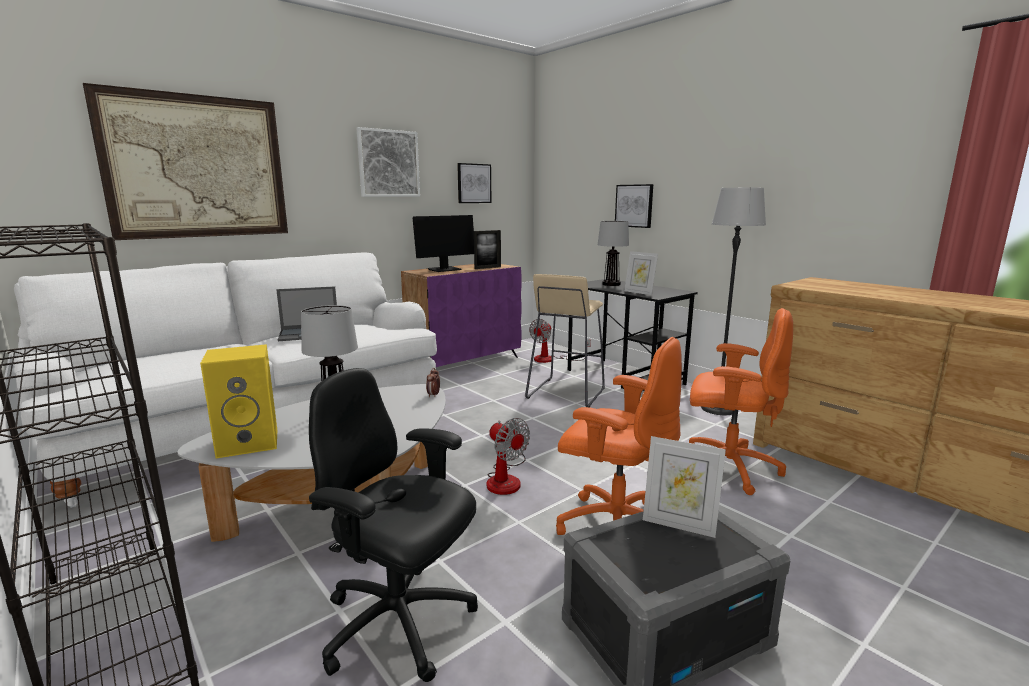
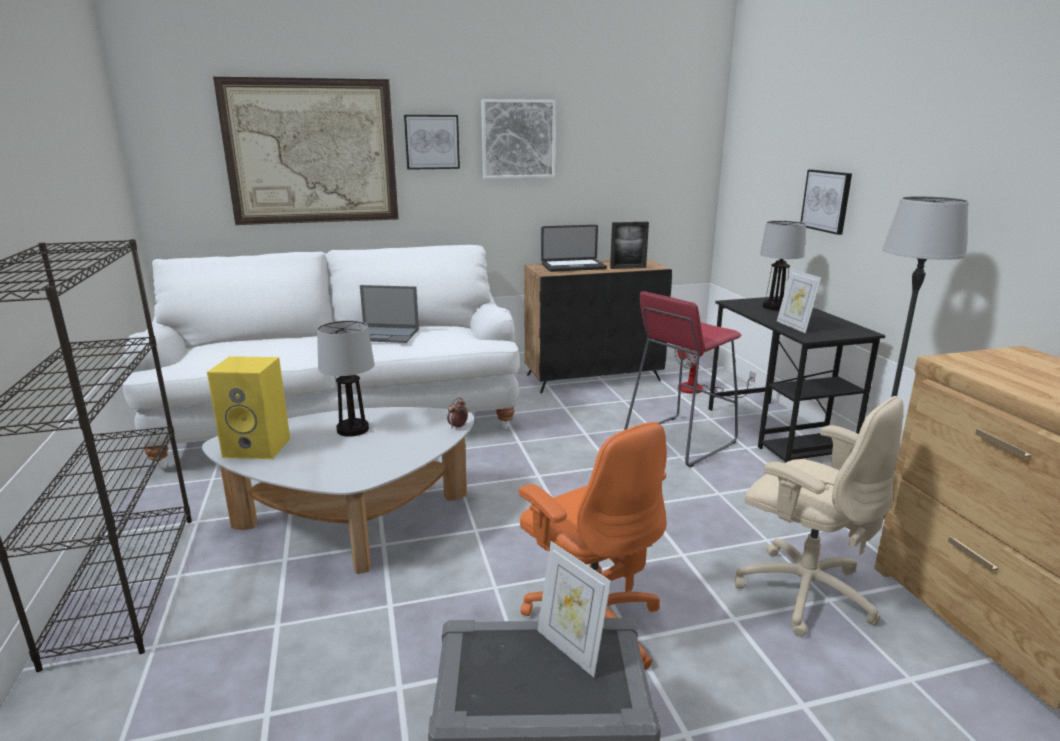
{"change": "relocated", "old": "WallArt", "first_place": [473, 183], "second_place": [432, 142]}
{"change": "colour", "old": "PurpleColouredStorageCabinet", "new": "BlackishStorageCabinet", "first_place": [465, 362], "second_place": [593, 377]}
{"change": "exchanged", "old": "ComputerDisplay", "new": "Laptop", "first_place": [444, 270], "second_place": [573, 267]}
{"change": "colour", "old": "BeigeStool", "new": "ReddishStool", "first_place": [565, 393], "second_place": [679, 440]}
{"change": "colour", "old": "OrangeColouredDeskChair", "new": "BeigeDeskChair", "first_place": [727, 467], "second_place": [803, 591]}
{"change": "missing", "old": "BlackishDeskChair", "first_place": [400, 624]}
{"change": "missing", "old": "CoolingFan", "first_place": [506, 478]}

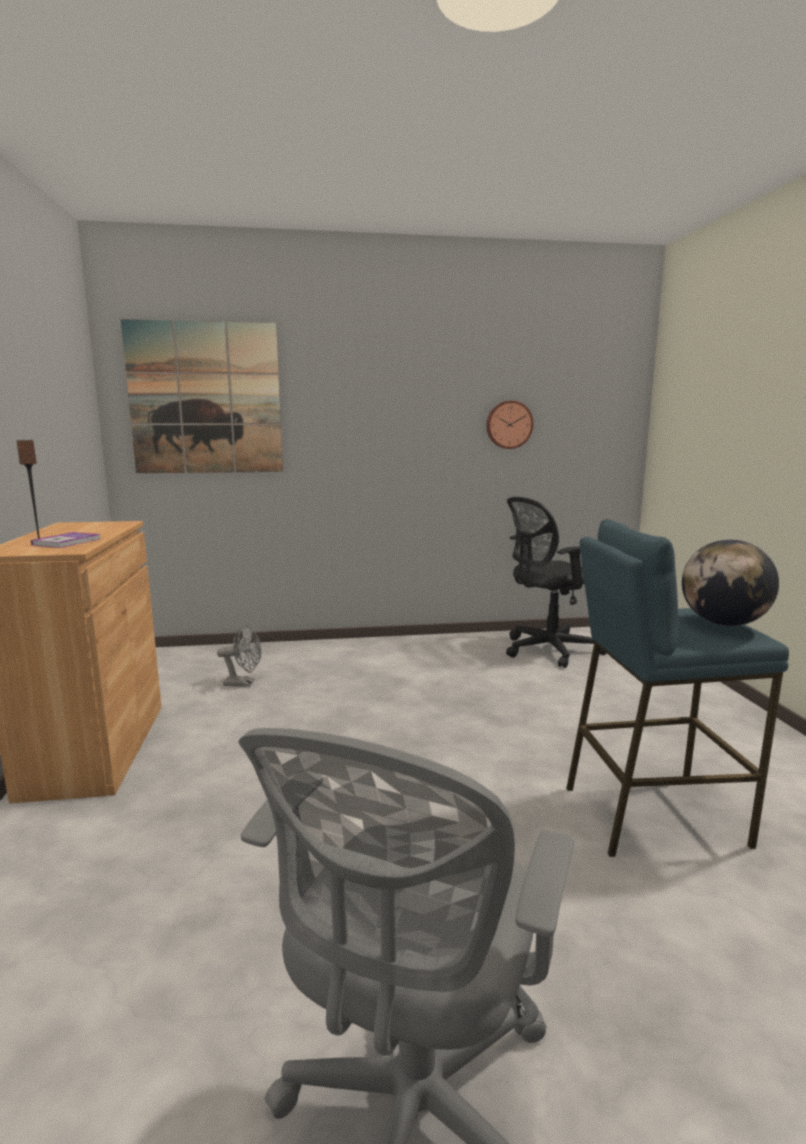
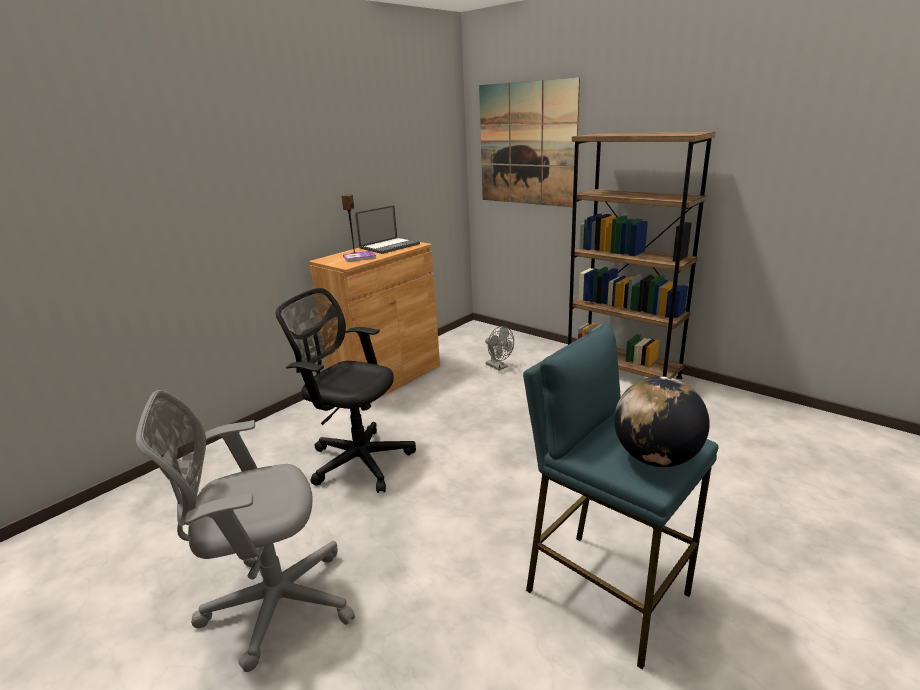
{"change": "relocated", "old": "BlackishDeskChair", "first_place": [547, 650], "second_place": [357, 460]}
{"change": "appeared", "new": "Laptop", "second_place": [390, 246]}
{"change": "appeared", "new": "BrownShelvingUnit", "second_place": [622, 372]}
{"change": "missing", "old": "ClockOnTheWall", "first_place": [509, 424]}

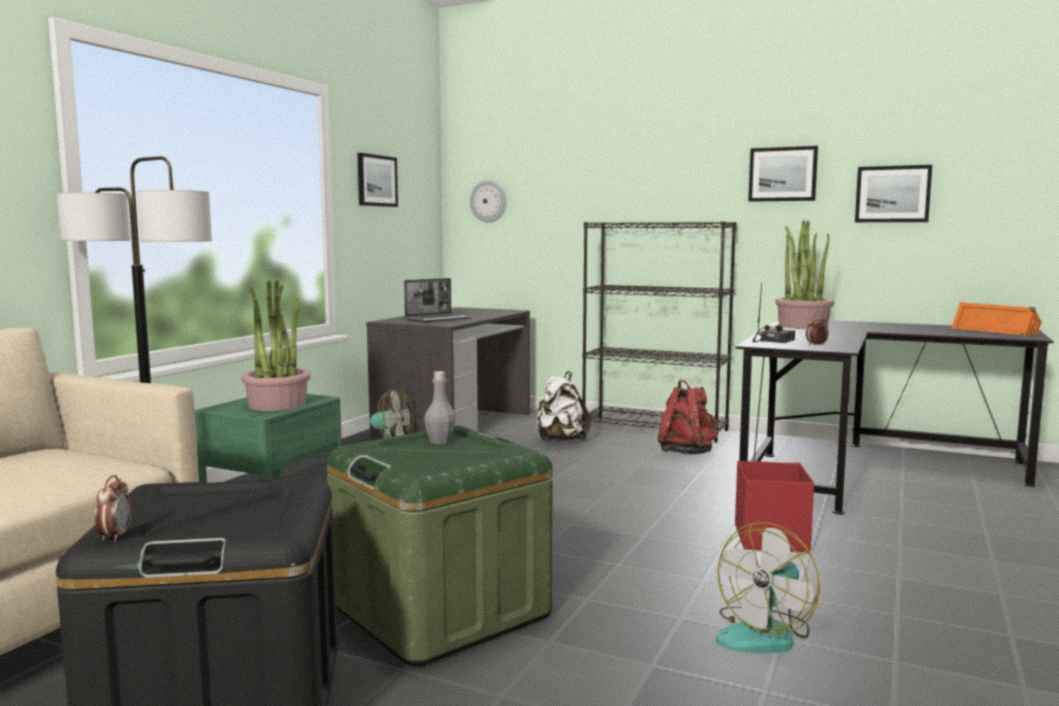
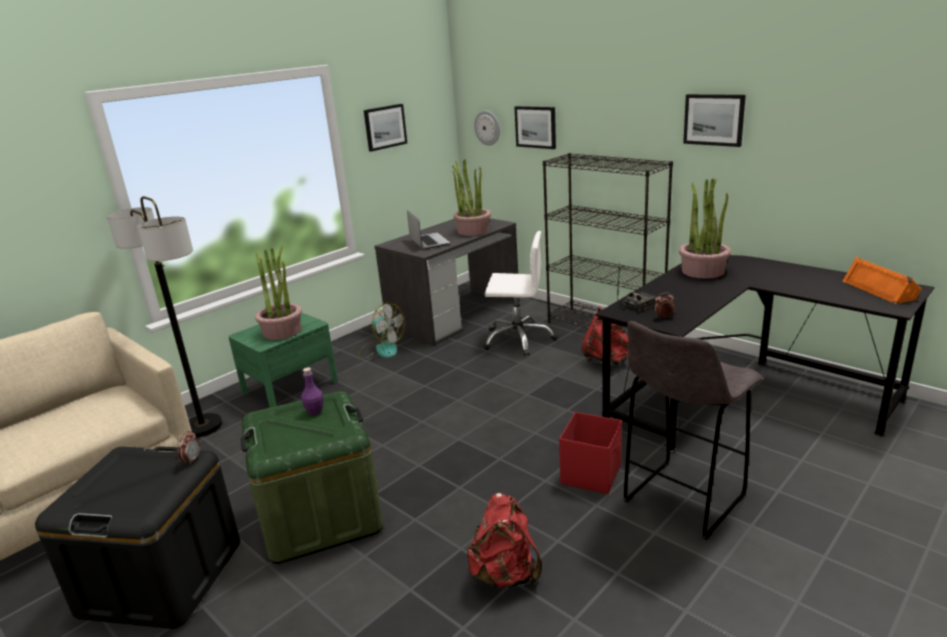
{"change": "relocated", "old": "AlarmClock", "first_place": [115, 536], "second_place": [192, 460]}
{"change": "colour", "old": "GrayBeverageBottle", "new": "PurpleColouredBeverageBottle", "first_place": [440, 441], "second_place": [315, 411]}
{"change": "spun", "old": "Laptop", "first_place": [438, 319], "second_place": [428, 242], "degrees": -90}
{"change": "appeared", "new": "PottedPlant", "second_place": [473, 231]}
{"change": "exchanged", "old": "CoolingFan", "new": "ReddishKnapsack", "first_place": [765, 634], "second_place": [505, 574]}
{"change": "exchanged", "old": "WhiteColouredKnapsack", "new": "WhiteColouredDeskChair", "first_place": [559, 441], "second_place": [518, 339]}
{"change": "relocated", "old": "WallArt", "first_place": [892, 194], "second_place": [536, 127]}
{"change": "appeared", "new": "GrayStool", "second_place": [681, 500]}

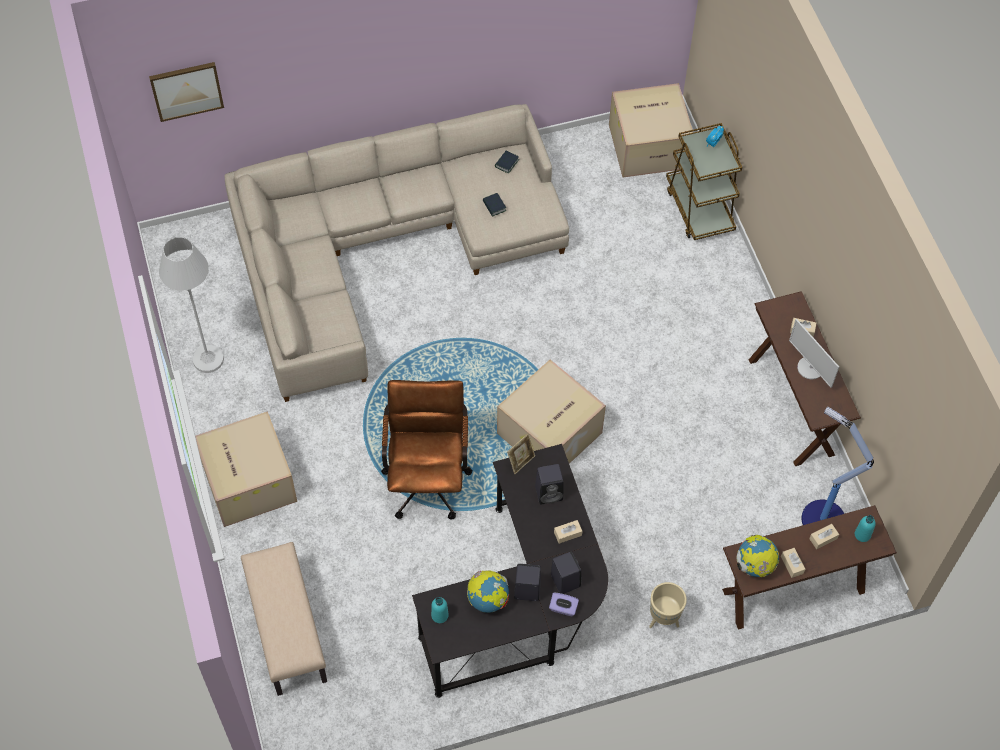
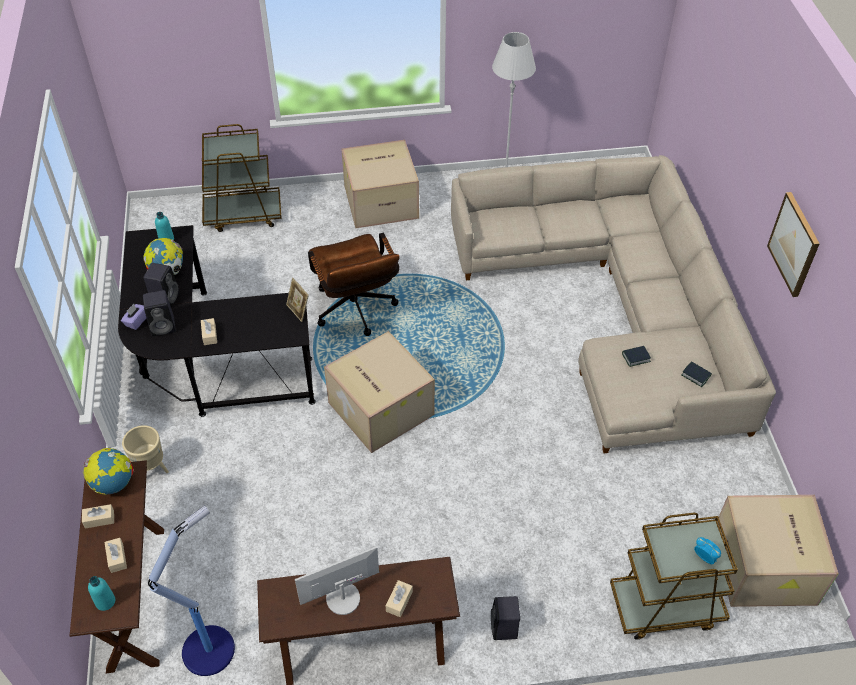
{"change": "exchanged", "old": "BeigeBench", "new": "BrownWheeledCart", "first_place": [286, 629], "second_place": [243, 214]}
{"change": "spun", "old": "BrownDeskChair", "first_place": [427, 477], "second_place": [356, 312], "degrees": 60}
{"change": "relocated", "old": "BlackishSpeaker", "first_place": [549, 492], "second_place": [504, 628]}
{"change": "relocated", "old": "WallArt", "first_place": [186, 90], "second_place": [794, 244]}

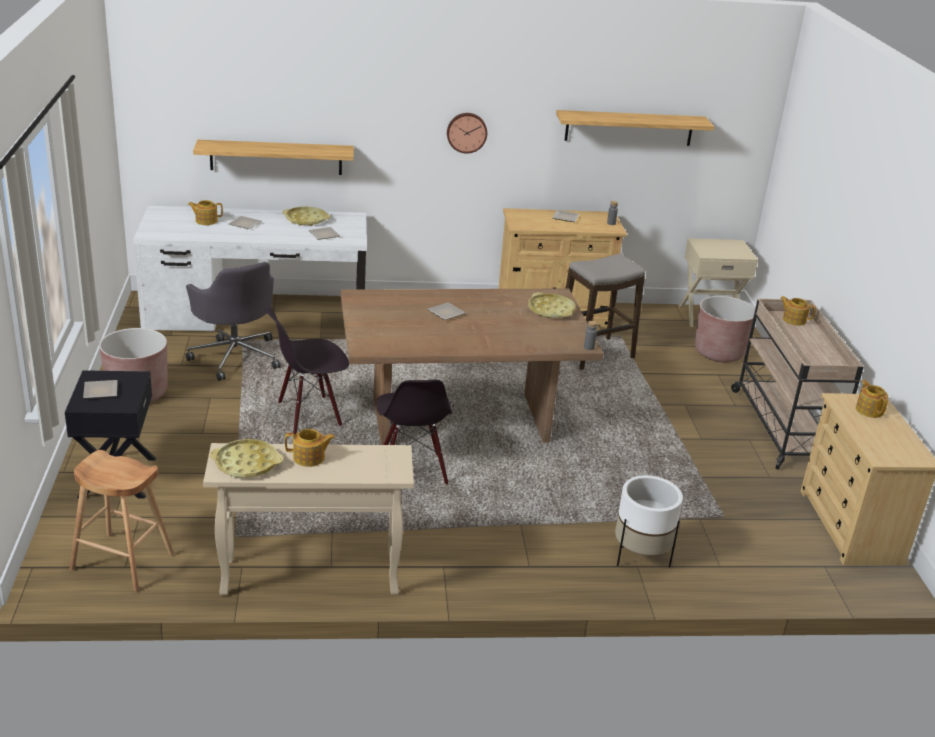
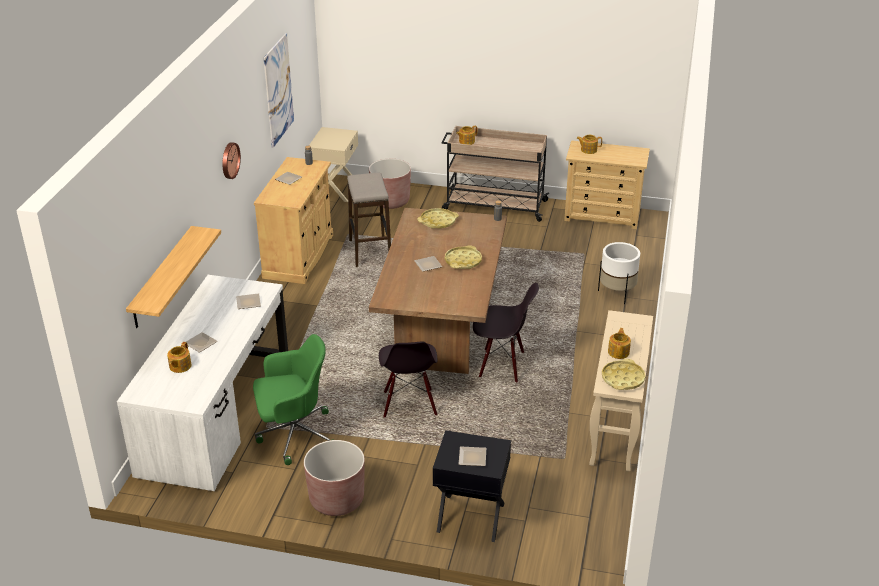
{"change": "colour", "old": "GrayDeskChair", "new": "GreenishDeskChair", "first_place": [235, 356], "second_place": [294, 434]}
{"change": "exchanged", "old": "BracketShelf", "new": "WallArt", "first_place": [629, 128], "second_place": [278, 90]}
{"change": "relocated", "old": "YellowCarryingTray", "first_place": [306, 220], "second_place": [463, 261]}
{"change": "missing", "old": "BrownStool", "first_place": [122, 562]}

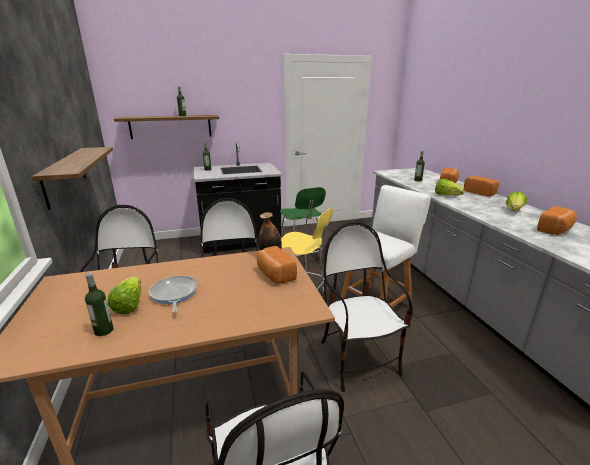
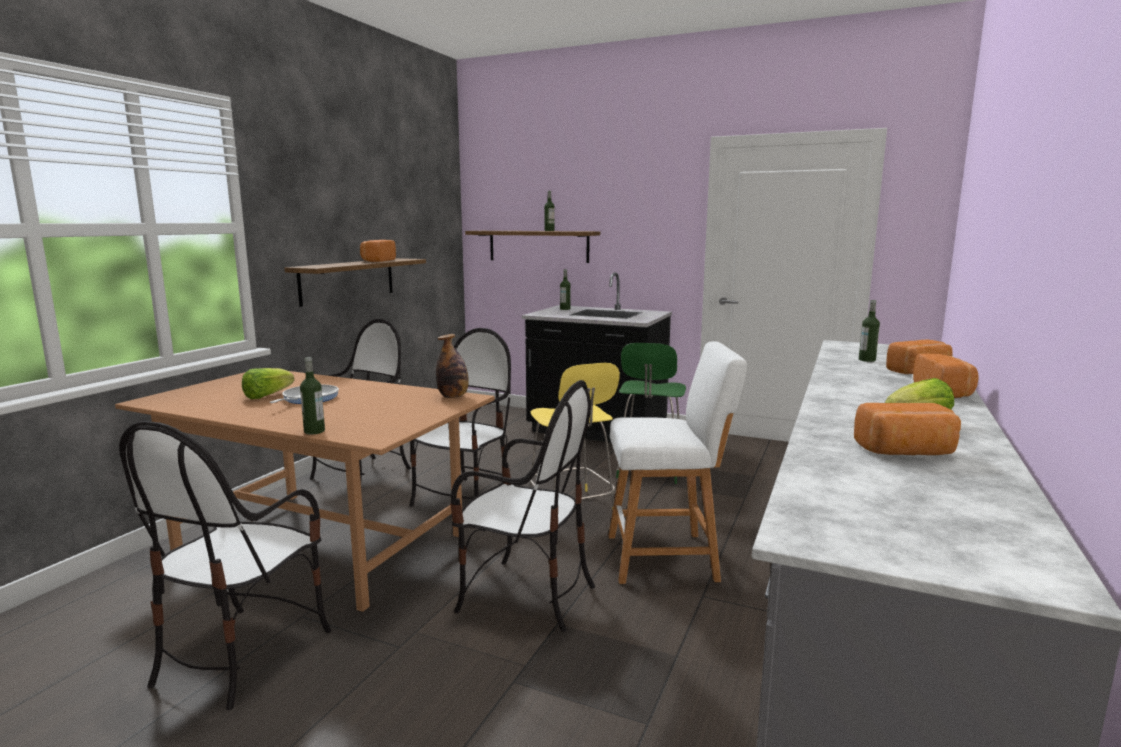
{"change": "relocated", "old": "BeverageBottle", "first_place": [104, 331], "second_place": [314, 431]}
{"change": "relocated", "old": "BakedBread", "first_place": [275, 275], "second_place": [377, 261]}
{"change": "spun", "old": "UprightChair", "first_place": [358, 359], "second_place": [525, 596], "degrees": 90}
{"change": "missing", "old": "HeadOfLettuce", "first_place": [447, 195]}

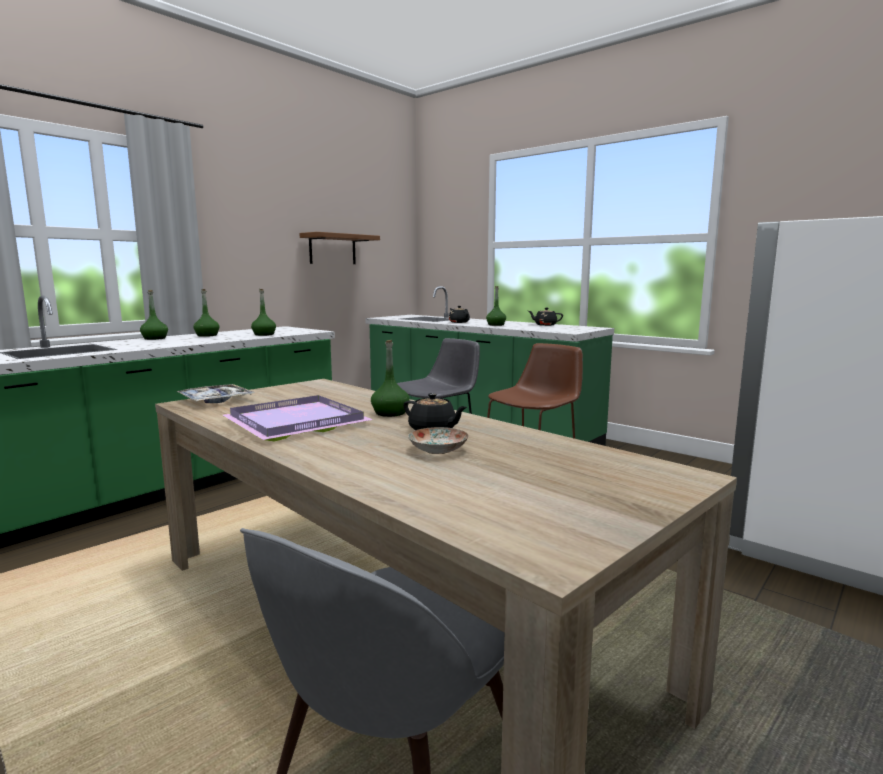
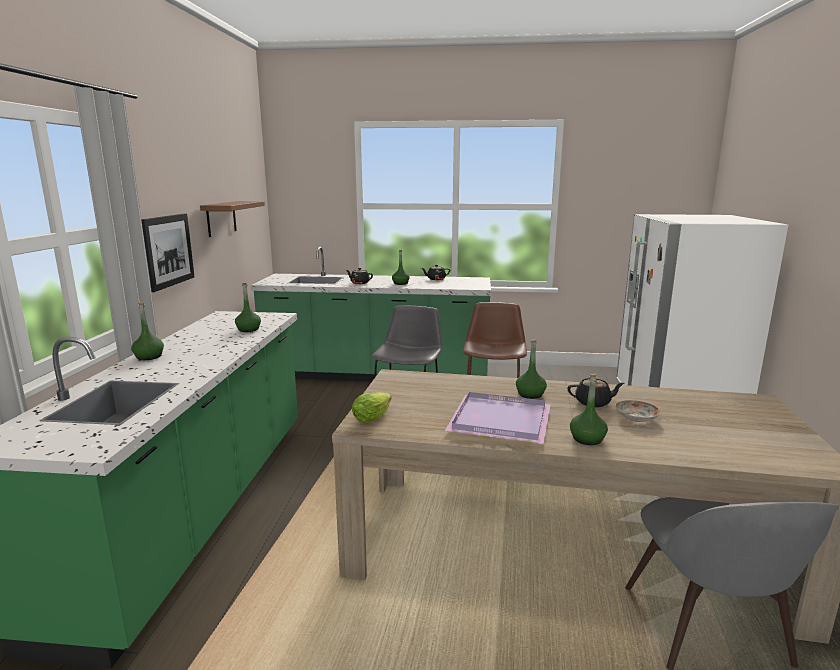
{"change": "appeared", "new": "WallArt", "second_place": [168, 250]}
{"change": "exchanged", "old": "CarryingTray", "new": "HeadOfLettuce", "first_place": [216, 400], "second_place": [374, 416]}
{"change": "relocated", "old": "GreenishBeverageBottle", "first_place": [207, 335], "second_place": [587, 439]}

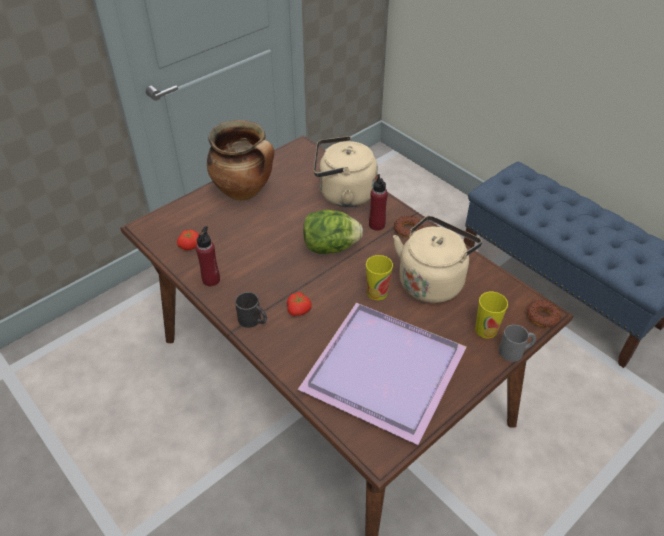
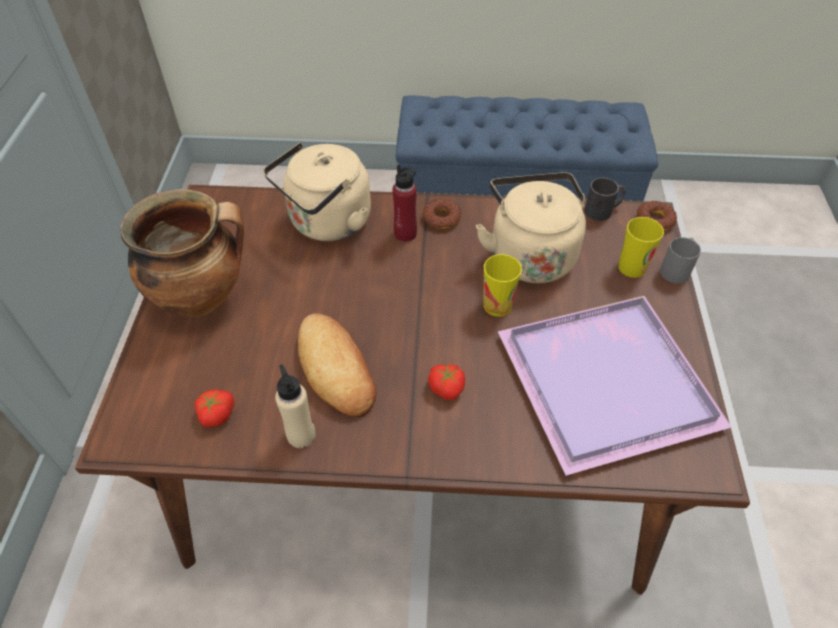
{"change": "colour", "old": "ReddishBeverageBottle", "new": "BeigeBeverageBottle", "first_place": [211, 279], "second_place": [301, 435]}
{"change": "appeared", "new": "BakedBread", "second_place": [336, 369]}
{"change": "relocated", "old": "BlackishCoffeeMug", "first_place": [253, 320], "second_place": [603, 210]}
{"change": "missing", "old": "HeadOfLettuce", "first_place": [330, 247]}

